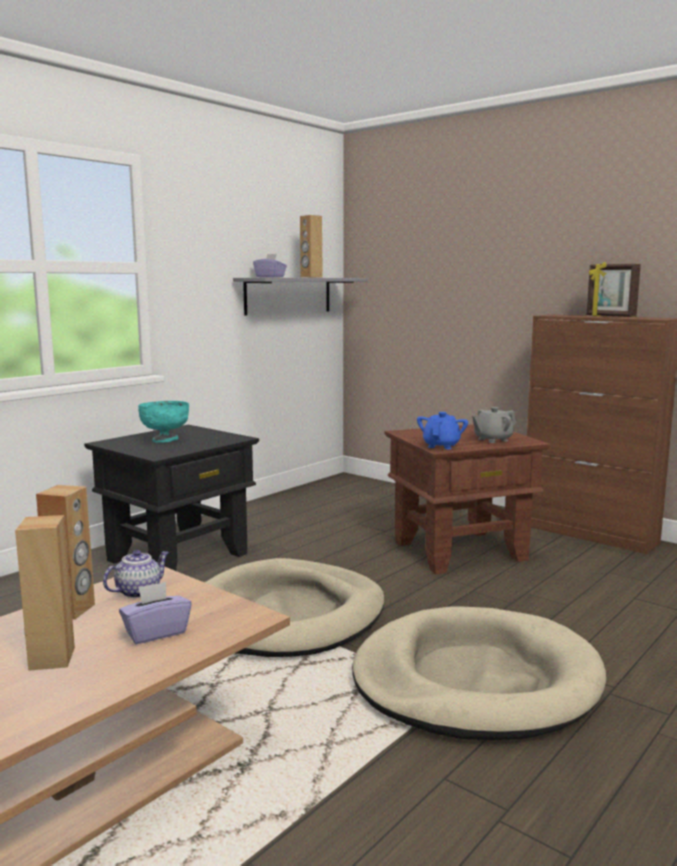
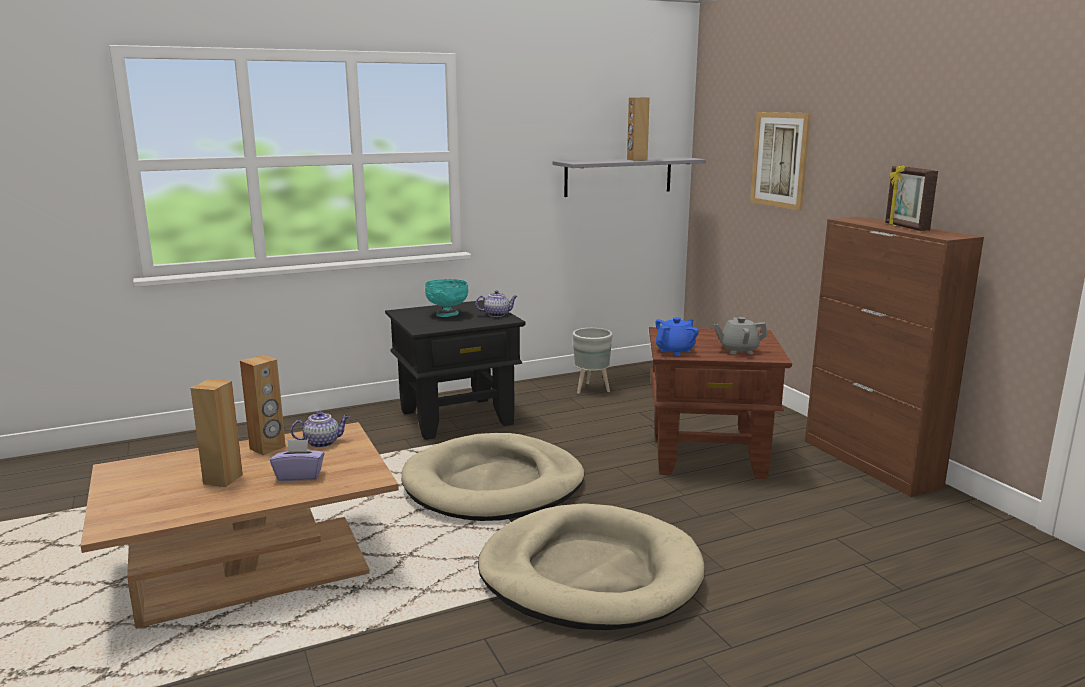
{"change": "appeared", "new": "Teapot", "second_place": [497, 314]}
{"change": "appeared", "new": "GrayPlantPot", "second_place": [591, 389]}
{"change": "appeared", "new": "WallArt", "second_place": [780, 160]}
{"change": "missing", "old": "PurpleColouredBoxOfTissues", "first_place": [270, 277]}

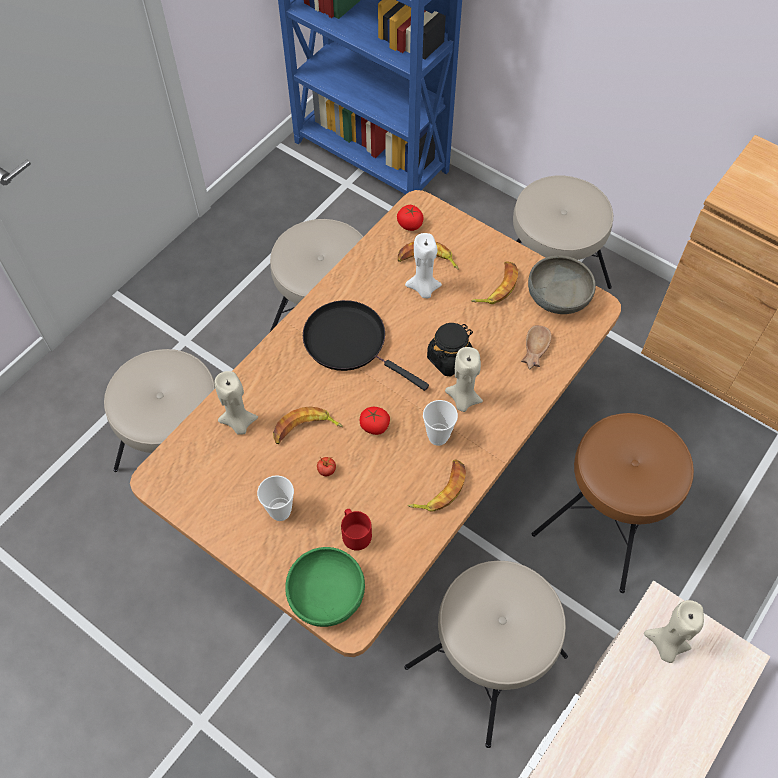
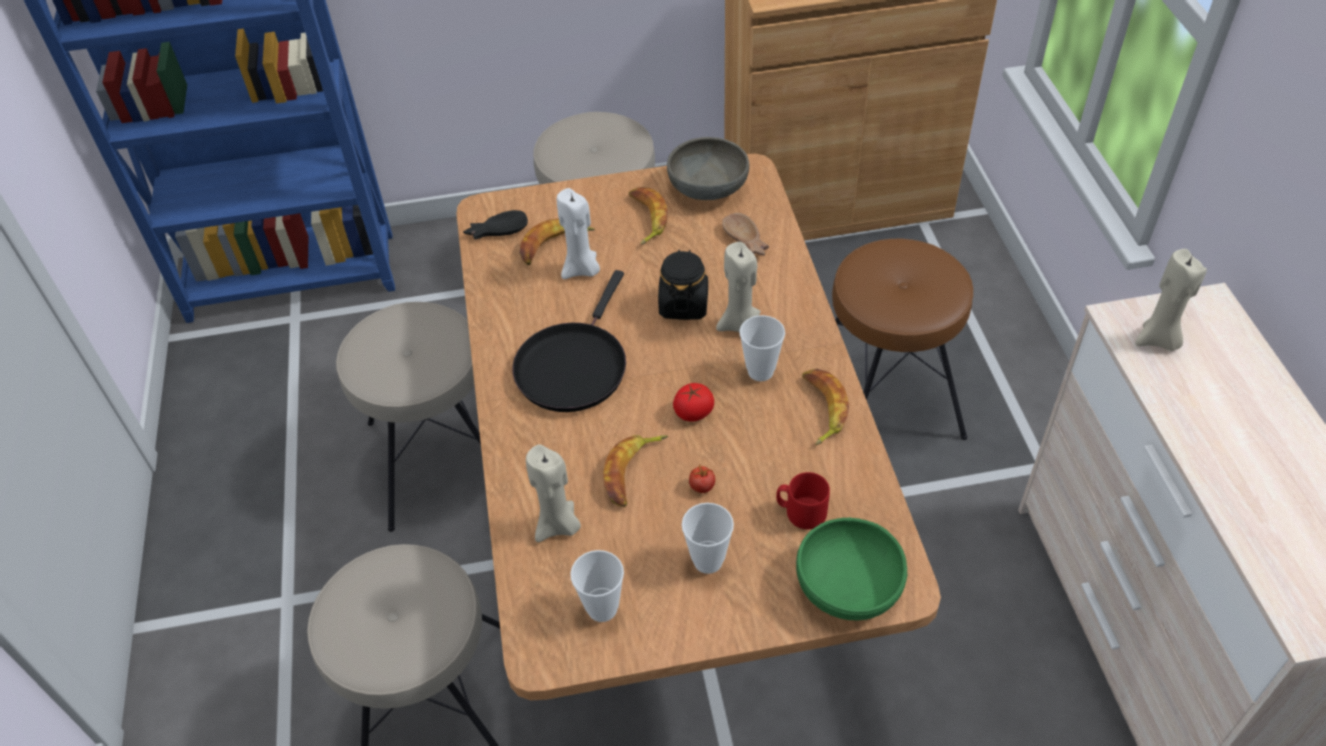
{"change": "exchanged", "old": "FreshTomato", "new": "BlackishServingBowl", "first_place": [410, 224], "second_place": [496, 230]}
{"change": "spun", "old": "BlackishSkillet", "first_place": [350, 342], "second_place": [573, 366], "degrees": -60}
{"change": "appeared", "new": "DrinkingCup", "second_place": [602, 608]}
{"change": "missing", "old": "BeigeStool", "first_place": [487, 662]}

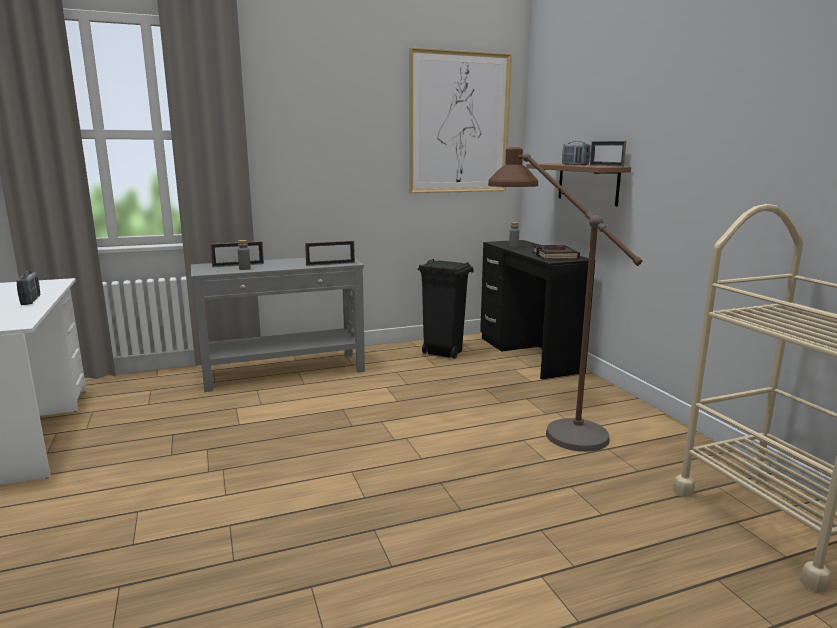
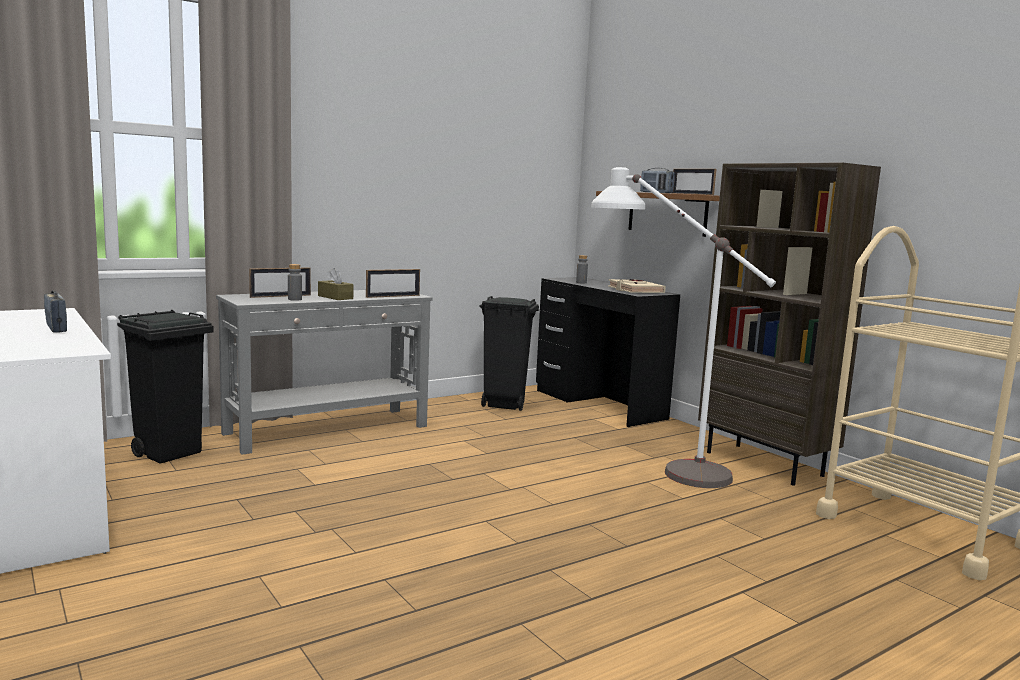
{"change": "appeared", "new": "BlackishWasteBin", "second_place": [170, 453]}
{"change": "appeared", "new": "BrownBoxOfTissues", "second_place": [335, 297]}
{"change": "colour", "old": "BrownStandingLamp", "new": "WhiteColouredStandingLamp", "first_place": [545, 420], "second_place": [656, 463]}
{"change": "colour", "old": "BlackishBoundBook", "new": "BeigeBoundBook", "first_place": [554, 256], "second_place": [635, 290]}
{"change": "appeared", "new": "BrownShelvingUnit", "second_place": [765, 464]}
{"change": "missing", "old": "WallArt", "first_place": [459, 123]}

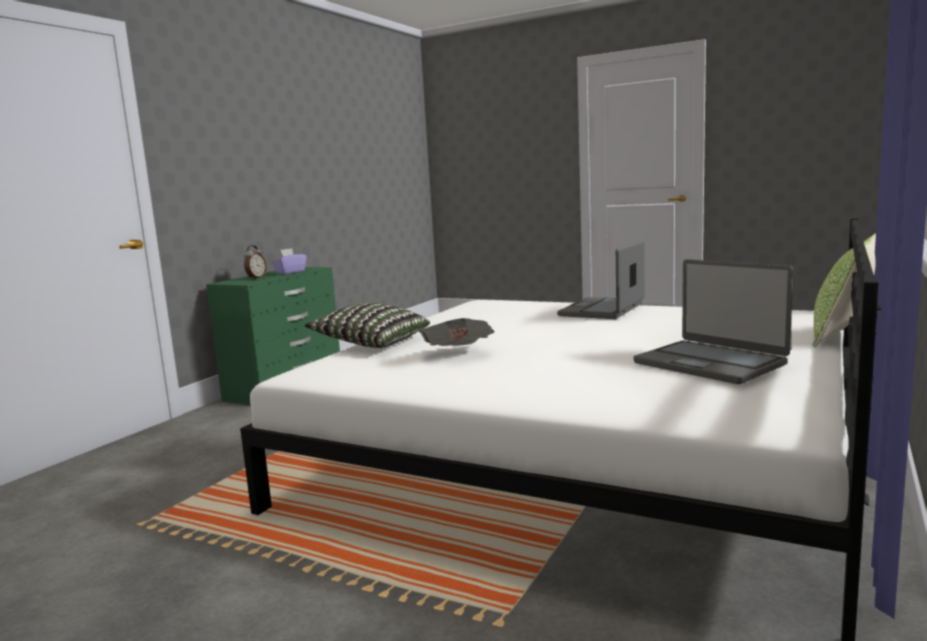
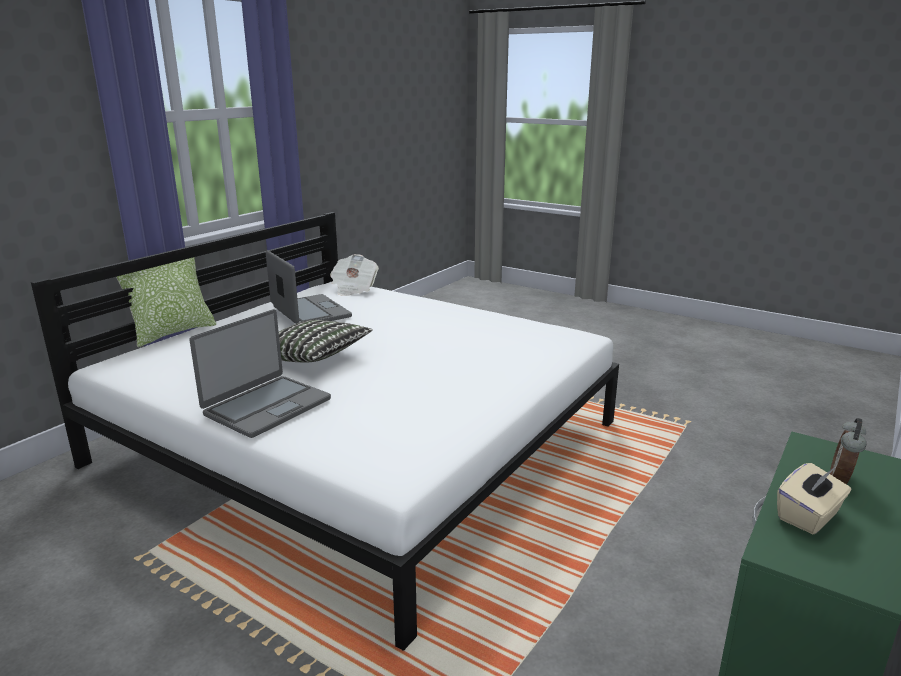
{"change": "relocated", "old": "Pillow", "first_place": [371, 343], "second_place": [314, 358]}
{"change": "relocated", "old": "Newspaper", "first_place": [458, 354], "second_place": [353, 288]}
{"change": "colour", "old": "PurpleColouredBoxOfTissues", "new": "BeigeBoxOfTissues", "first_place": [290, 272], "second_place": [809, 516]}

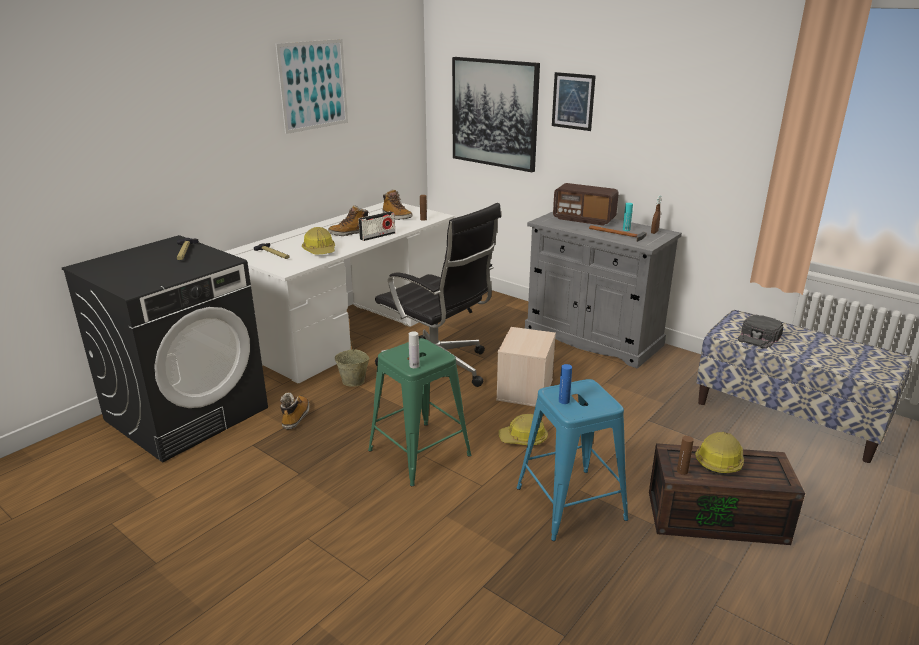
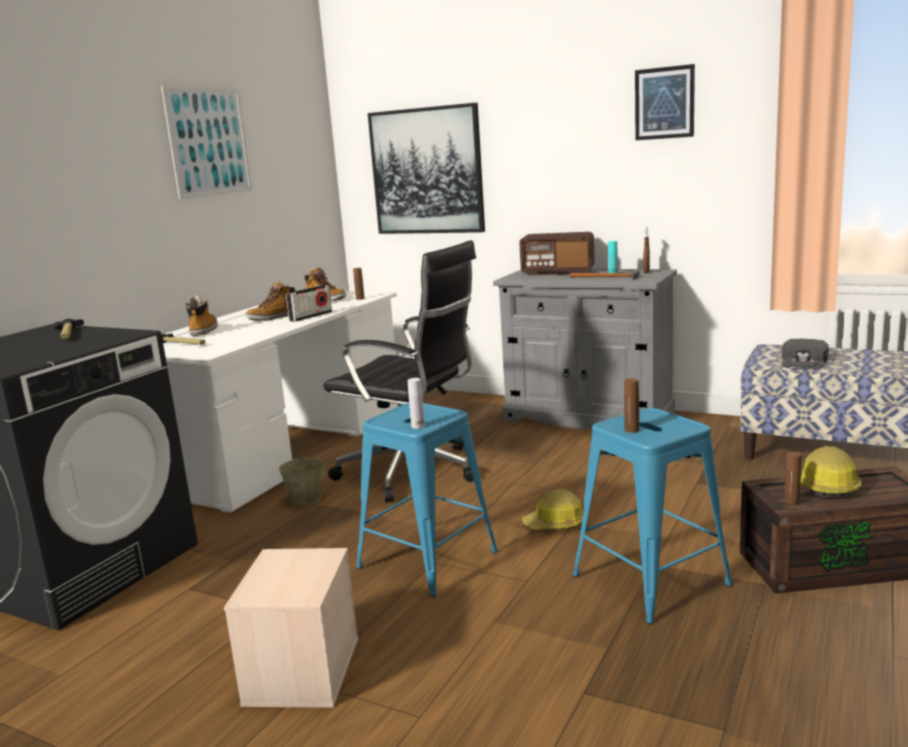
{"change": "relocated", "old": "Boot", "first_place": [296, 417], "second_place": [203, 331]}
{"change": "relocated", "old": "BeigeStorageContainer", "first_place": [524, 389], "second_place": [301, 669]}
{"change": "colour", "old": "GreenishStool", "new": "BlueColouredStool", "first_place": [419, 453], "second_place": [427, 560]}
{"change": "colour", "old": "BlueColouredBeverageBottle", "new": "BrownBeverageBottle", "first_place": [564, 401], "second_place": [631, 430]}
{"change": "relocated", "old": "WallArt", "first_place": [573, 101], "second_place": [664, 103]}
{"change": "missing", "old": "WorkHelmet", "first_place": [320, 251]}

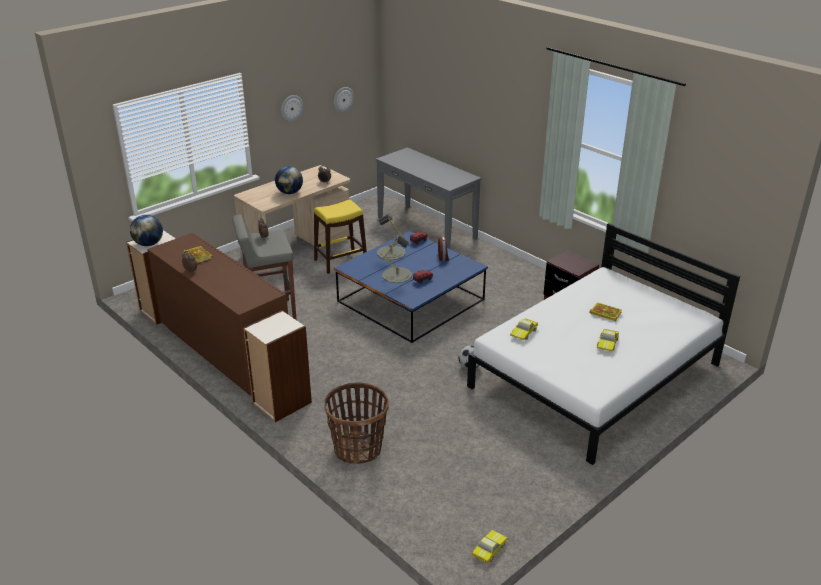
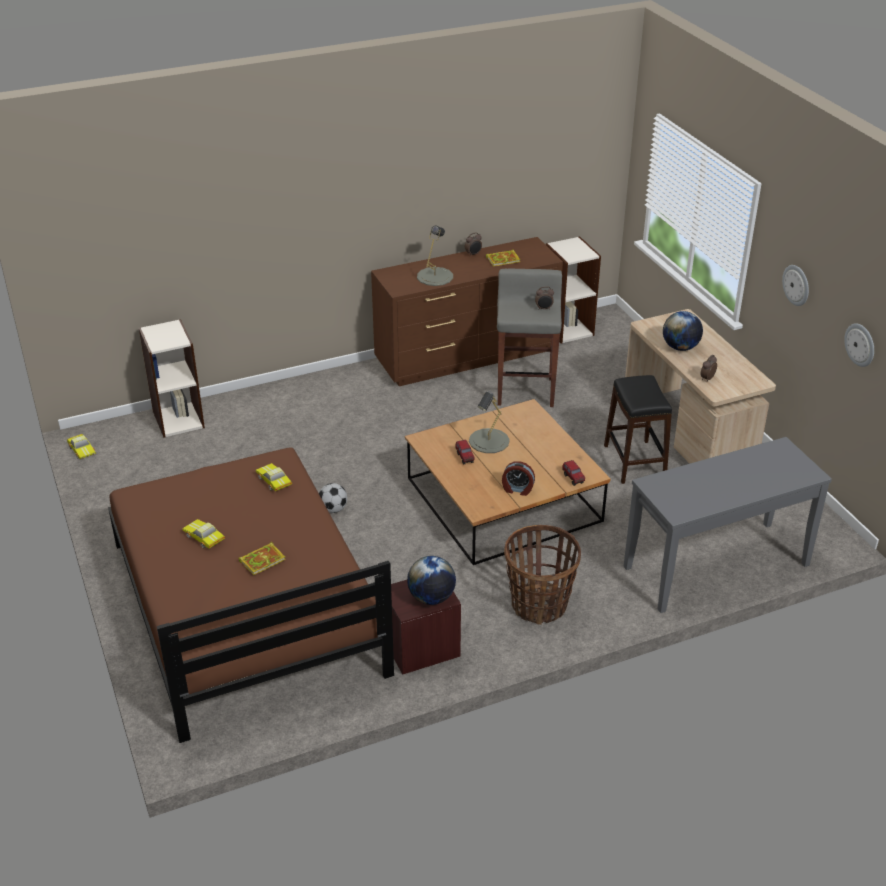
{"change": "colour", "old": "WhiteColouredBedroomBed", "new": "BrownBedroomBed", "first_place": [595, 375], "second_place": [246, 607]}
{"change": "relocated", "old": "ShelvingUnit", "first_place": [281, 403], "second_place": [178, 419]}
{"change": "colour", "old": "BlueColouredLoungeTable", "new": "BrownLoungeTable", "first_place": [411, 300], "second_place": [503, 499]}
{"change": "relocated", "old": "Globe", "first_place": [149, 244], "second_place": [431, 598]}
{"change": "relocated", "old": "GrayLampForATable", "first_place": [391, 253], "second_place": [435, 276]}
{"change": "relocated", "old": "HouseholdBasket", "first_place": [358, 449], "second_place": [539, 604]}
{"change": "colour", "old": "YellowStool", "new": "BlackishStool", "first_place": [340, 261], "second_place": [635, 461]}

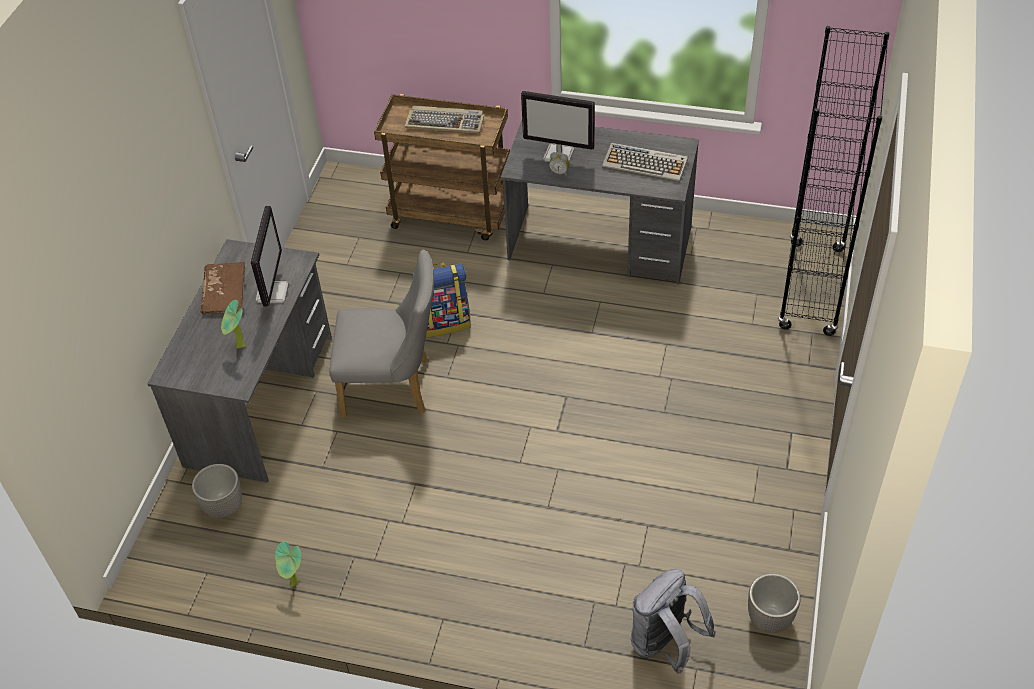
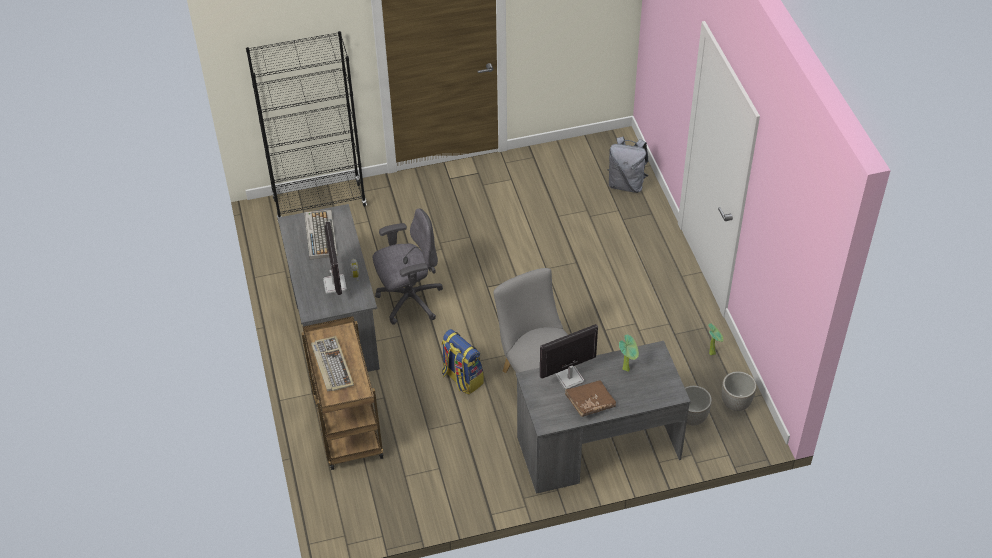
{"change": "appeared", "new": "GrayDeskChair", "second_place": [409, 300]}
{"change": "relocated", "old": "PlantPot", "first_place": [769, 620], "second_place": [736, 403]}

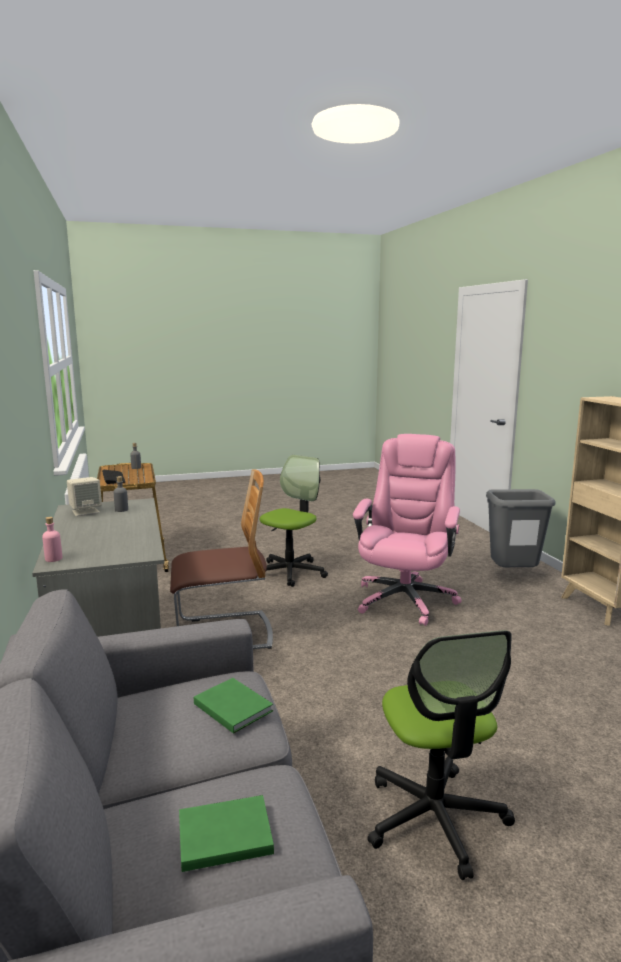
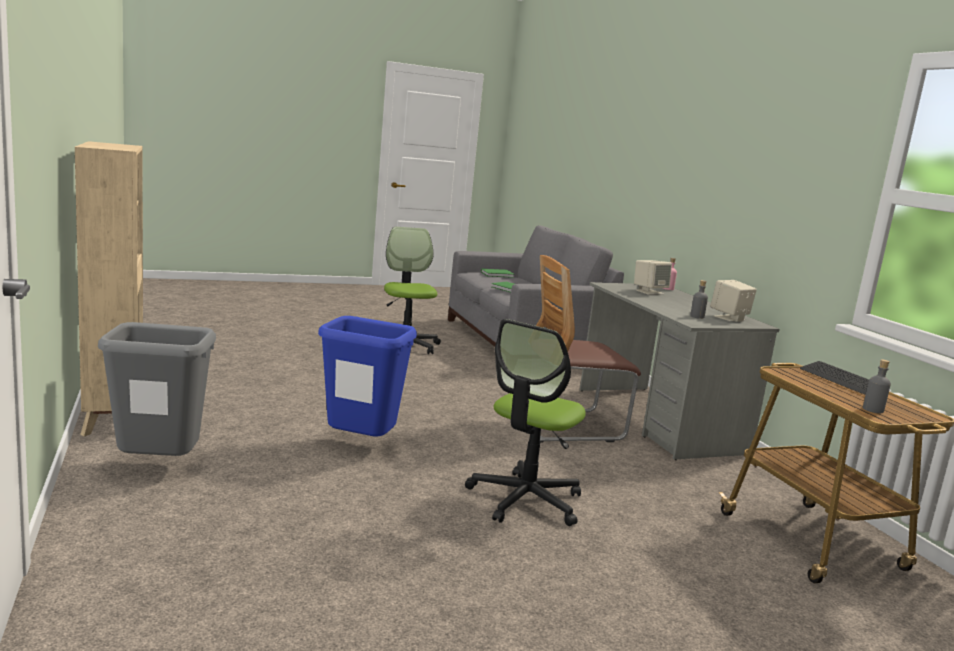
{"change": "exchanged", "old": "PinkishDeskChair", "new": "BlueColouredWasteBin", "first_place": [405, 599], "second_place": [359, 446]}
{"change": "appeared", "new": "BeigeSpeaker", "second_place": [649, 292]}

